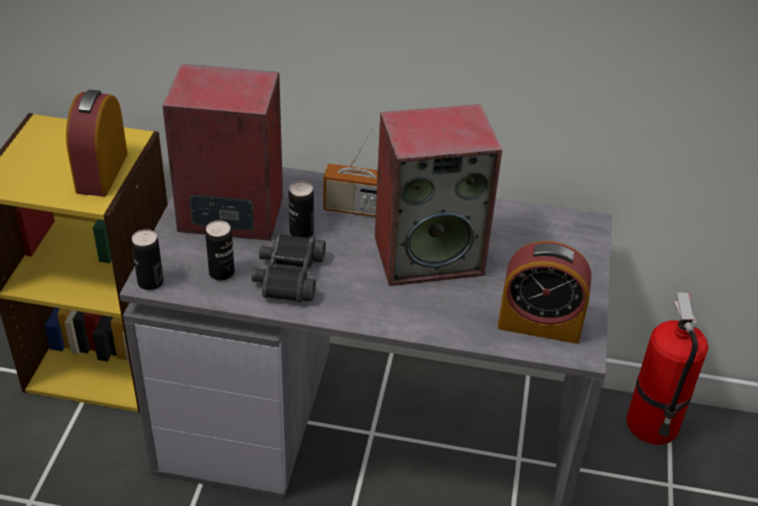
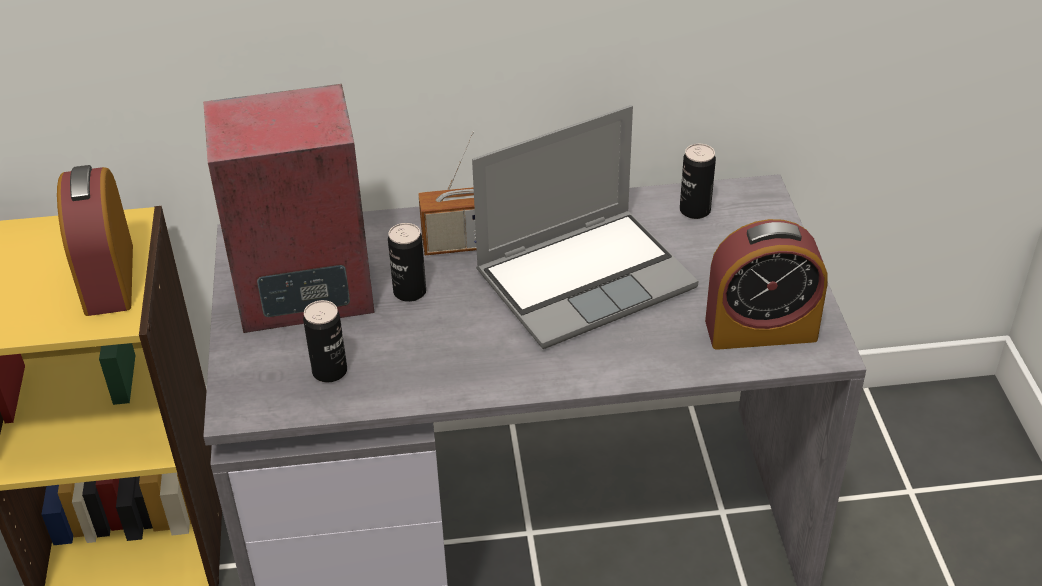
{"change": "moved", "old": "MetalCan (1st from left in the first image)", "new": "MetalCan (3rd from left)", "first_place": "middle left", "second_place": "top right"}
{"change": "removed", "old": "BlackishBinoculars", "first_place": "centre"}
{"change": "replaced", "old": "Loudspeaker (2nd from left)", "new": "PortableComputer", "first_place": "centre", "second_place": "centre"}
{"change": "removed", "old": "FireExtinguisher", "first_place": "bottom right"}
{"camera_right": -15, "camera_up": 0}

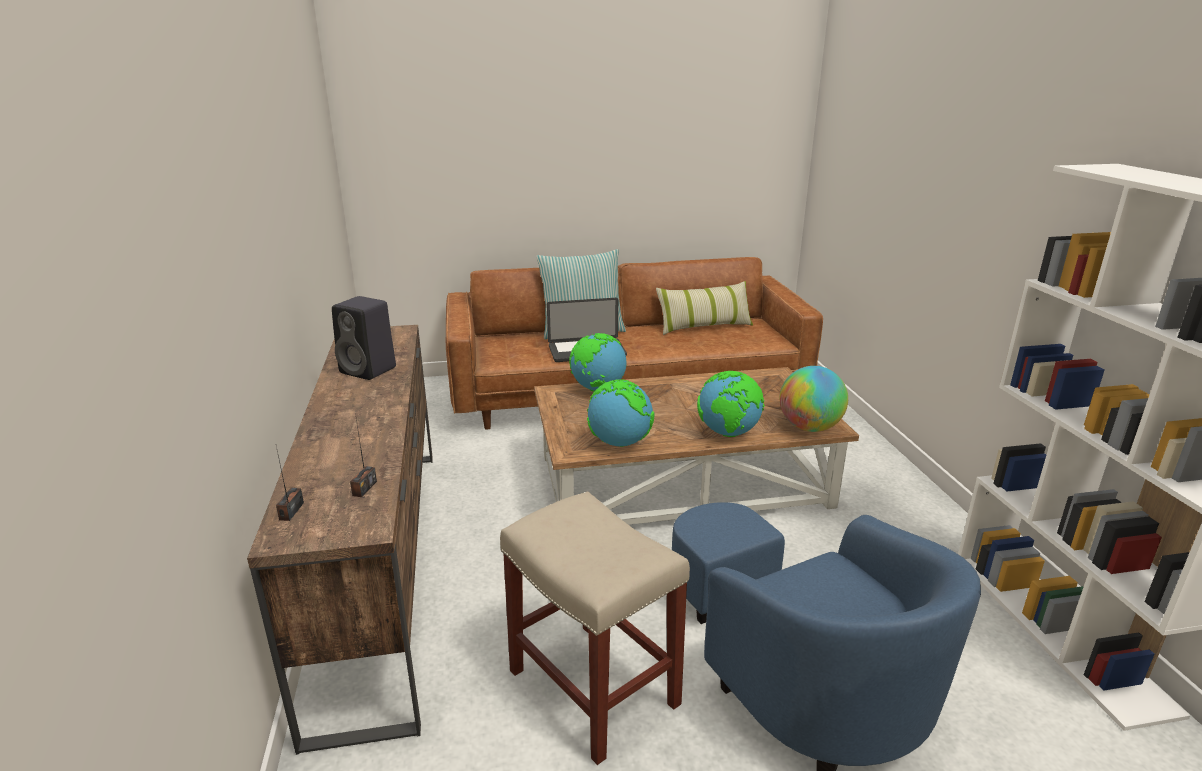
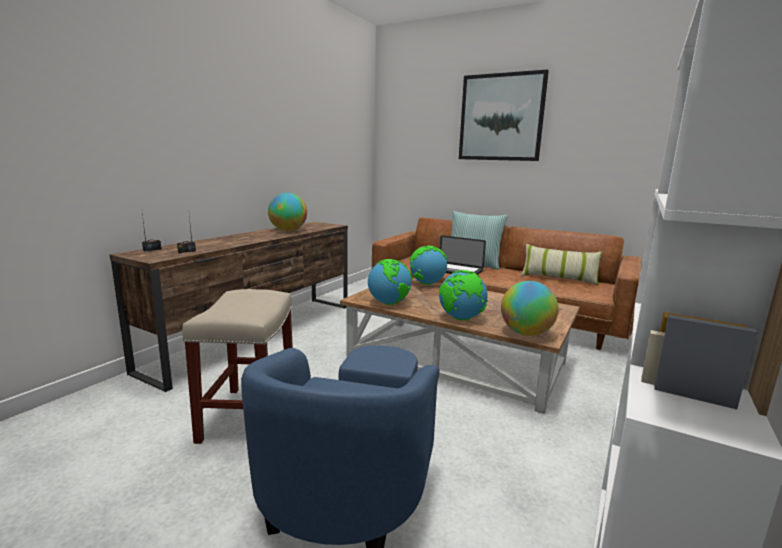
{"change": "replaced", "old": "BlackishLoudspeaker", "new": "WorldGlobe (1st from left)", "first_place": "middle left", "second_place": "centre"}
{"change": "added", "new": "Picture", "second_place": "top centre"}
{"camera_right": 40, "camera_up": -10}

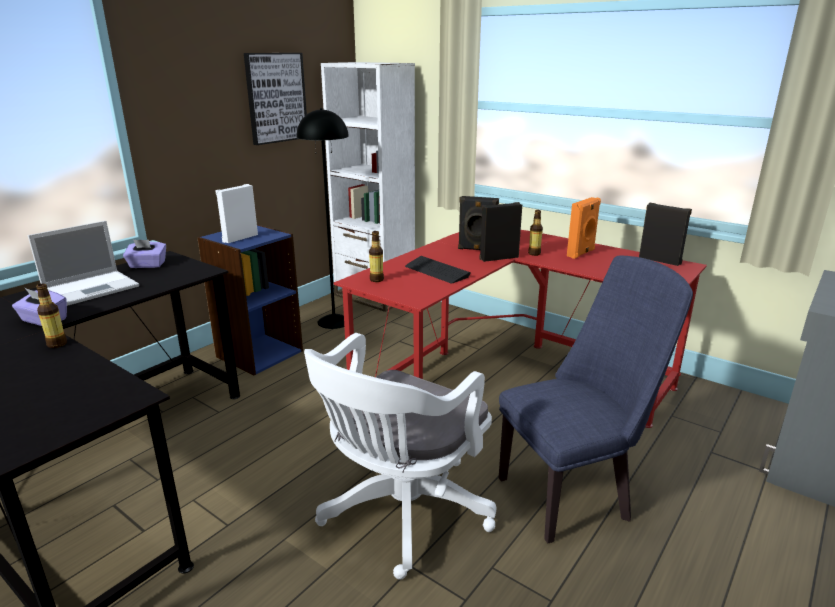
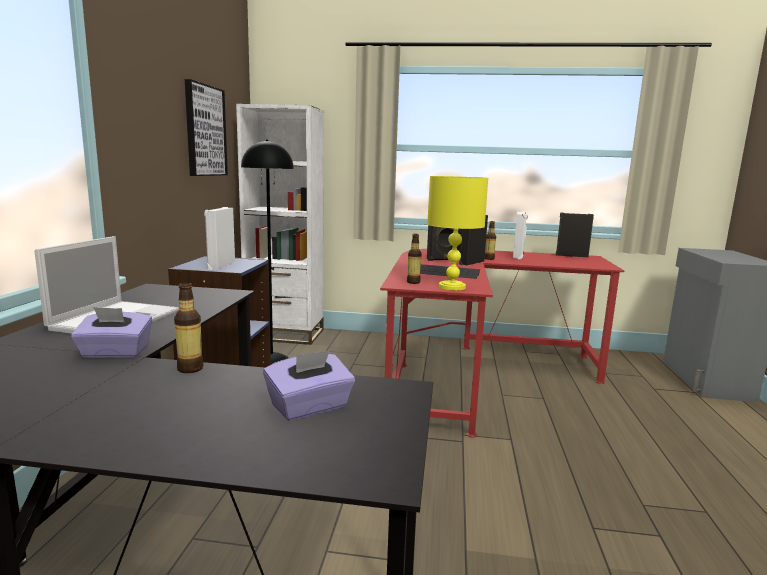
{"change": "moved", "old": "PurplishTissueBox (2nd from left)", "first_place": "middle left", "second_place": "bottom centre"}
{"change": "removed", "old": "WhiteColouredDeskChair", "first_place": "bottom centre"}
{"change": "removed", "old": "BluishPlainChair", "first_place": "middle right"}
{"change": "recoloured", "old": "OrangeyLoudspeaker", "new": "WhiteColouredLoudspeaker (2nd from left)", "first_place": "middle right", "second_place": "middle right"}
{"change": "added", "new": "YellowColouredTabletopLamp", "second_place": "centre"}
{"camera_right": -30, "camera_up": -10}

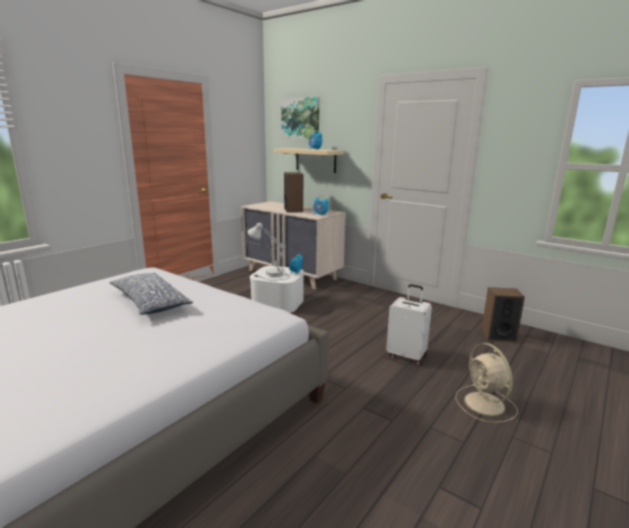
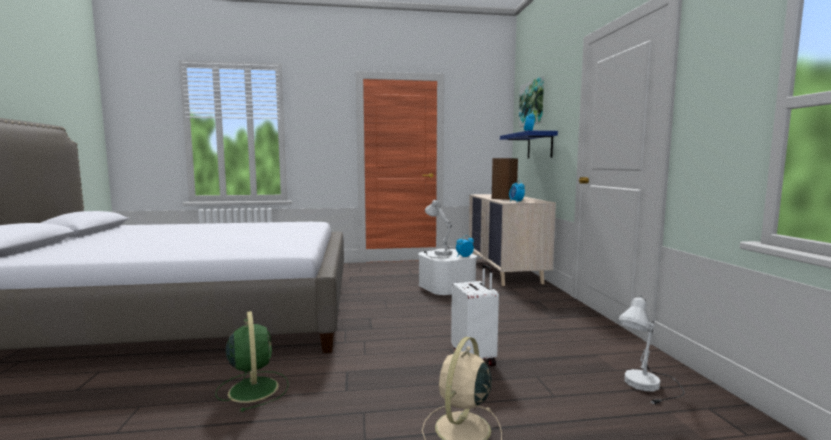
{"change": "removed", "old": "Pillow", "first_place": "middle left"}
{"change": "recoloured", "old": "BeigeWallShelf", "new": "BluishWallShelf", "first_place": "top centre", "second_place": "top centre"}
{"change": "replaced", "old": "Loudspeaker (2nd from left)", "new": "WhiteColouredTabletopLamp (2nd from left)", "first_place": "middle right", "second_place": "bottom right"}
{"change": "added", "new": "GreenColouredElectricFan", "second_place": "bottom left"}
{"camera_right": 45, "camera_up": -10}

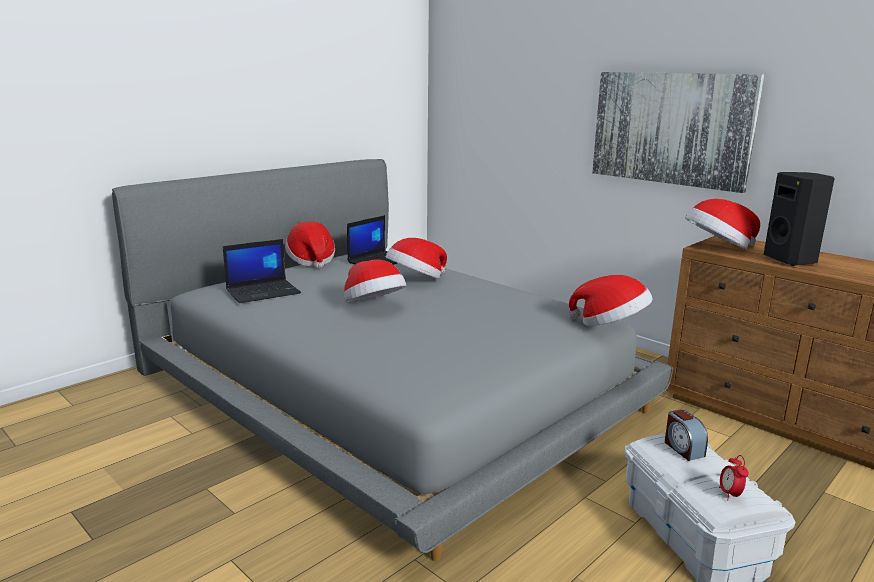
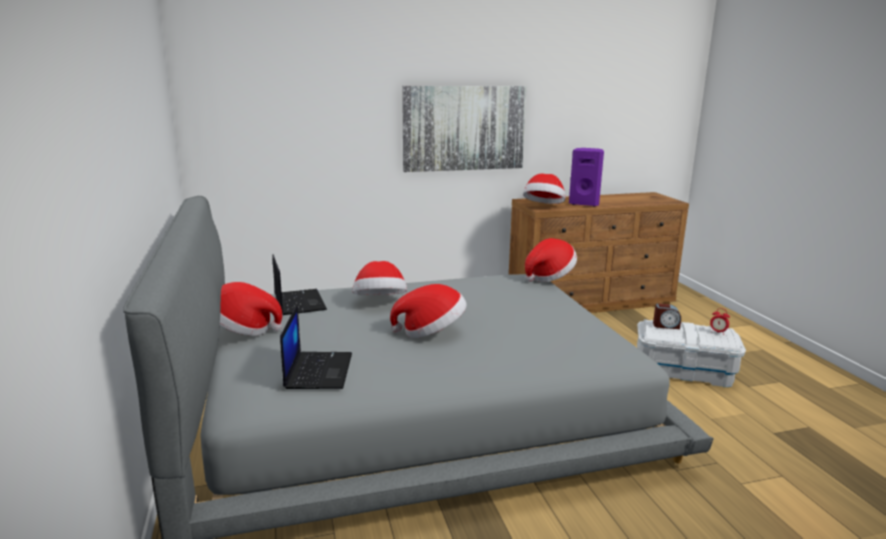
{"change": "recoloured", "old": "BlackishLoudspeaker", "new": "PurplishLoudspeaker", "first_place": "middle right", "second_place": "top centre"}
{"camera_right": -60, "camera_up": 0}

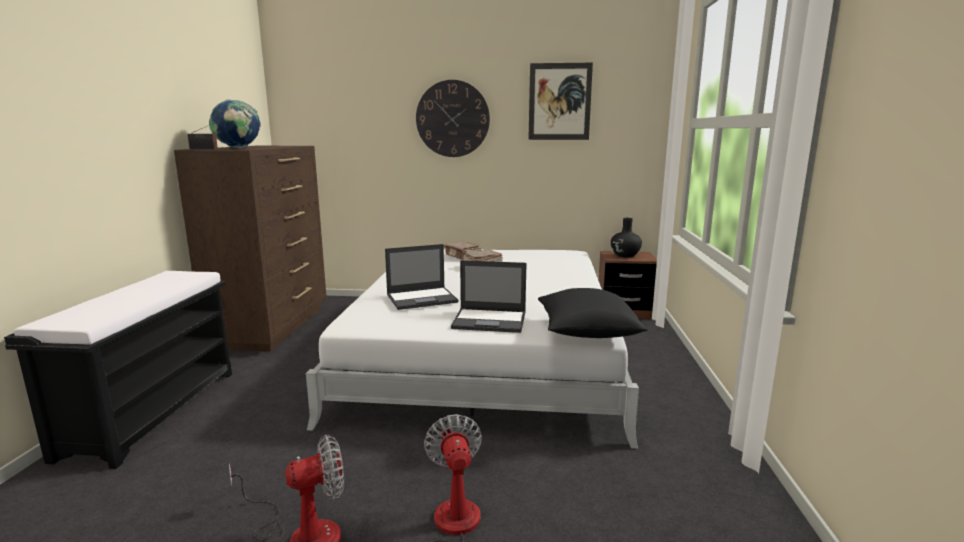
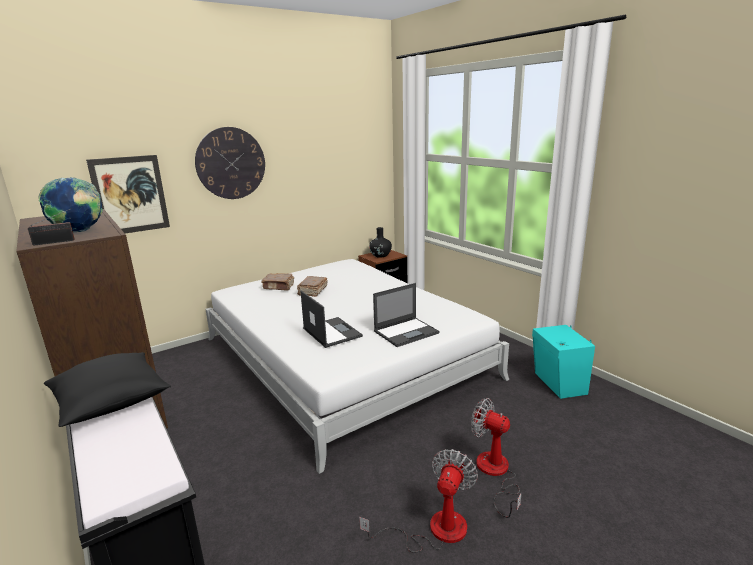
{"change": "turned", "old": "PortableComputer (1st from left)", "first_place": "centre", "second_place": "centre", "degrees": -60}
{"change": "moved", "old": "Picture", "first_place": "top centre", "second_place": "middle left"}
{"change": "moved", "old": "BlackishPillow", "first_place": "centre", "second_place": "bottom left"}
{"change": "added", "new": "TurquoiseLoudspeaker", "second_place": "middle right"}
{"camera_right": -40, "camera_up": 5}

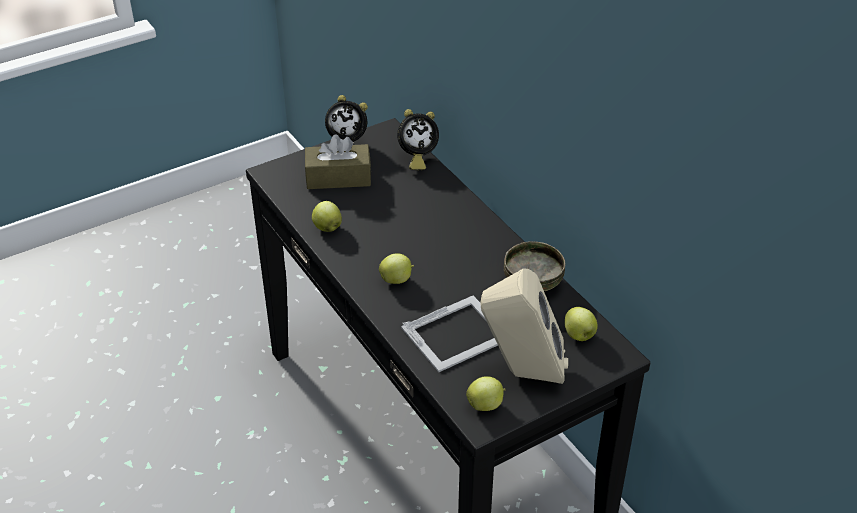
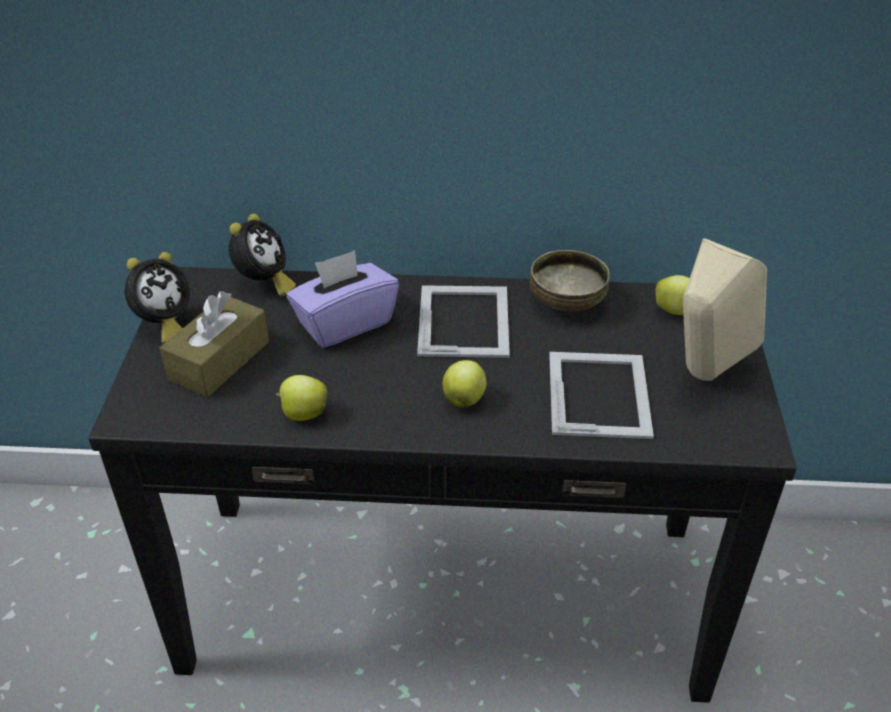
{"change": "removed", "old": "AppleFruit (3rd from left)", "first_place": "bottom centre"}
{"change": "added", "new": "PurplishTissueBox", "second_place": "centre"}
{"change": "added", "new": "StandingFrame (1st from left)", "second_place": "centre"}
{"camera_right": -55, "camera_up": 0}

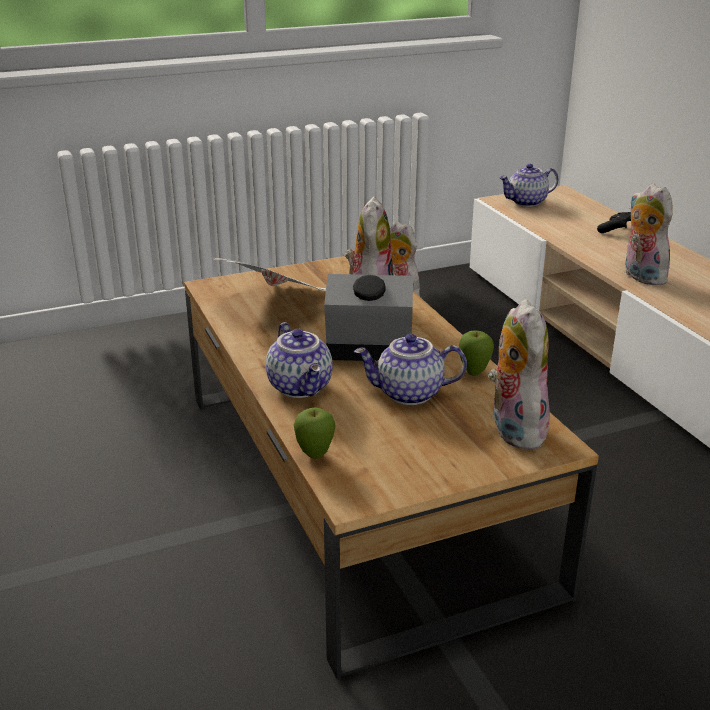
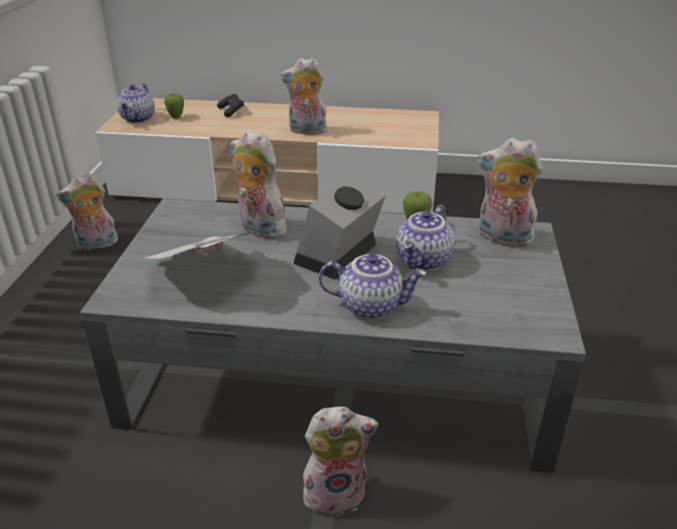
{"change": "recoloured", "old": "BrownColouredLoungeTable", "new": "GreyLoungeTable", "first_place": "centre", "second_place": "centre"}
{"change": "moved", "old": "AppleFruit (1st from left)", "first_place": "centre", "second_place": "top left"}
{"change": "added", "new": "CuddlyToy (4th from left)", "second_place": "bottom centre"}
{"camera_right": -60, "camera_up": 5}

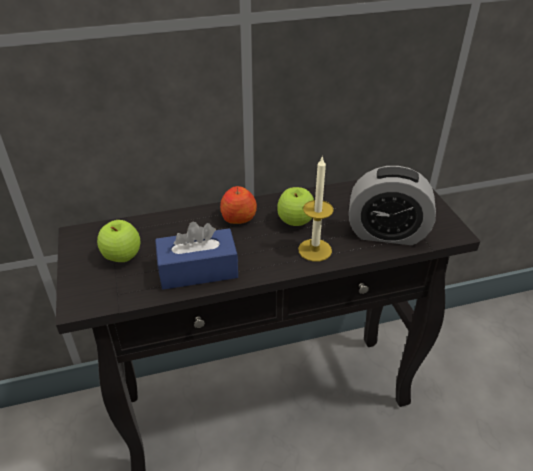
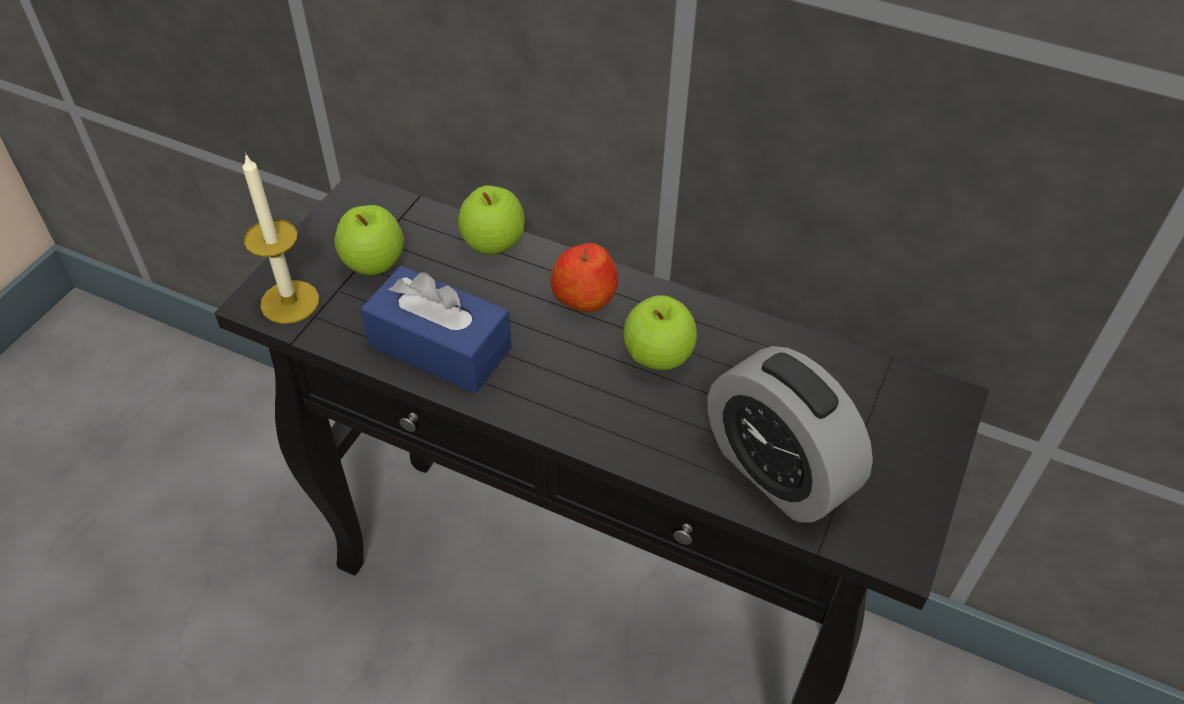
{"change": "moved", "old": "WaxLight", "first_place": "centre", "second_place": "middle left"}
{"change": "added", "new": "AppleFruit (2nd from left)", "second_place": "top centre"}
{"camera_right": 40, "camera_up": 10}

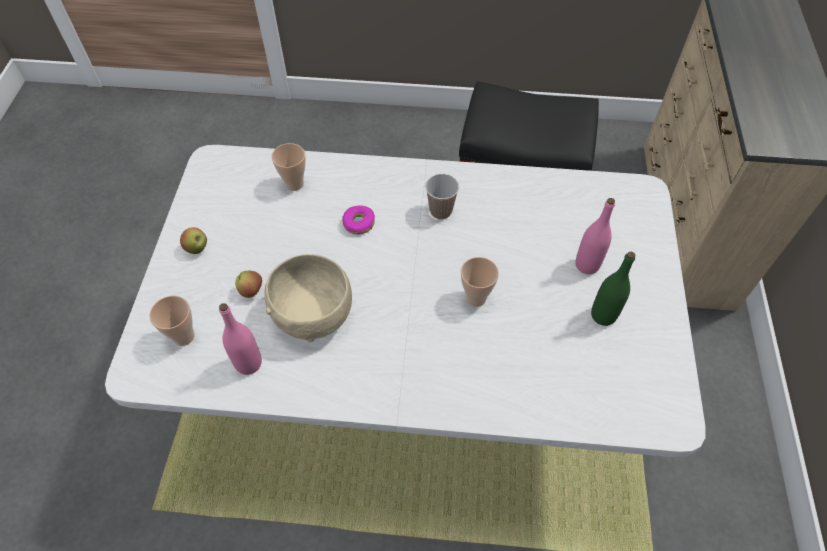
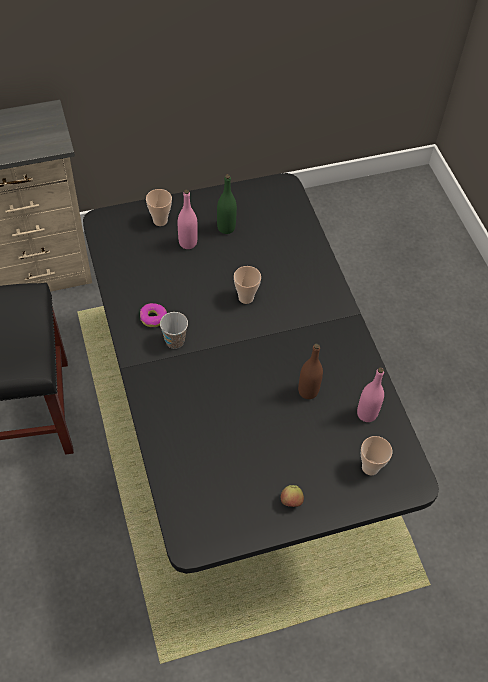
{"change": "recoloured", "old": "WhiteColouredDinnerTable", "new": "BlackishDinnerTable", "first_place": "centre", "second_place": "centre"}
{"change": "removed", "old": "AppleFruit (2nd from left)", "first_place": "middle left"}
{"change": "replaced", "old": "BeigeDeepDish", "new": "BrownColouredBottle", "first_place": "centre", "second_place": "centre"}
{"change": "moved", "old": "DrinkingCup (2nd from left in the first image)", "new": "DrinkingCup (1st from left)", "first_place": "top centre", "second_place": "top left"}
{"change": "moved", "old": "RingDoughnut", "first_place": "centre", "second_place": "middle left"}
{"camera_right": -115, "camera_up": 0}

